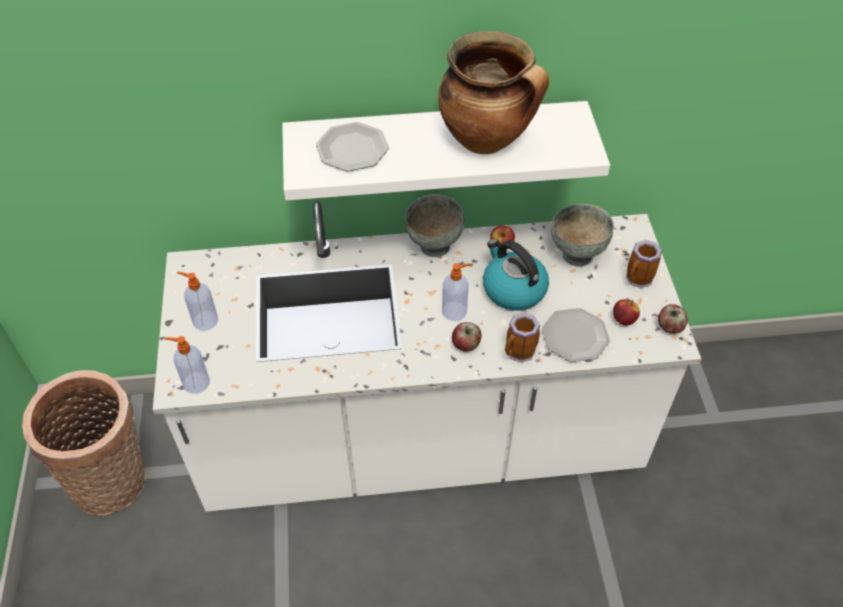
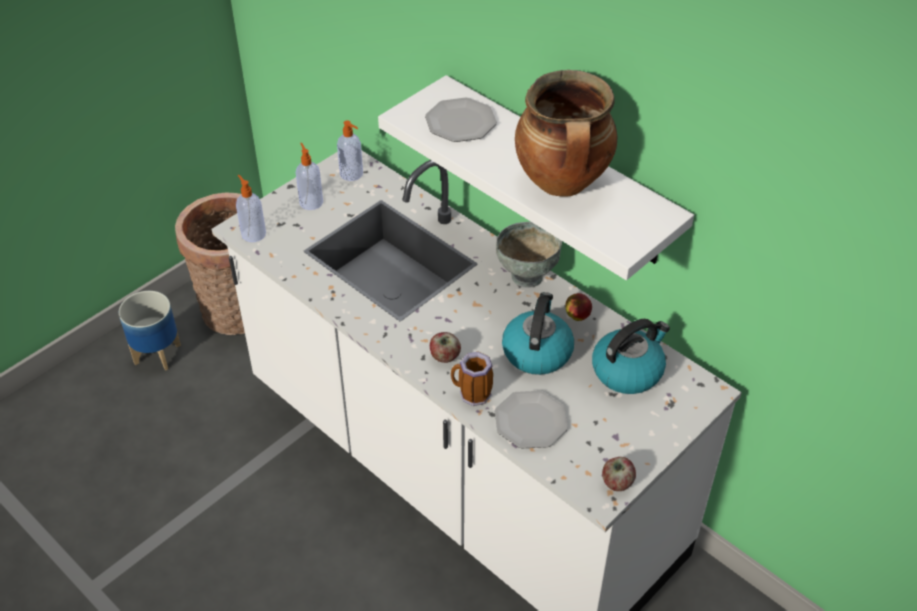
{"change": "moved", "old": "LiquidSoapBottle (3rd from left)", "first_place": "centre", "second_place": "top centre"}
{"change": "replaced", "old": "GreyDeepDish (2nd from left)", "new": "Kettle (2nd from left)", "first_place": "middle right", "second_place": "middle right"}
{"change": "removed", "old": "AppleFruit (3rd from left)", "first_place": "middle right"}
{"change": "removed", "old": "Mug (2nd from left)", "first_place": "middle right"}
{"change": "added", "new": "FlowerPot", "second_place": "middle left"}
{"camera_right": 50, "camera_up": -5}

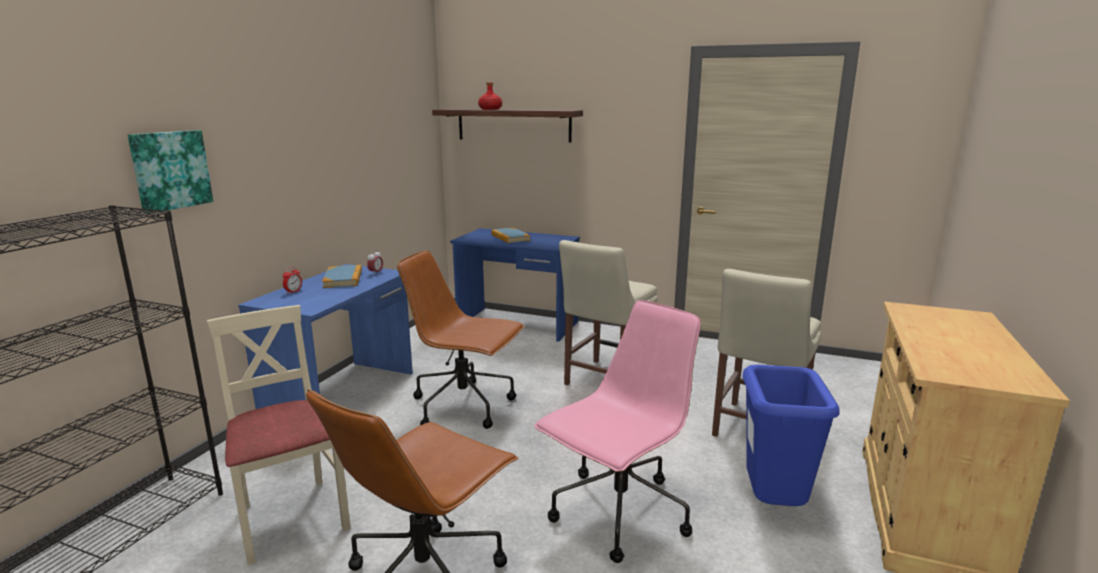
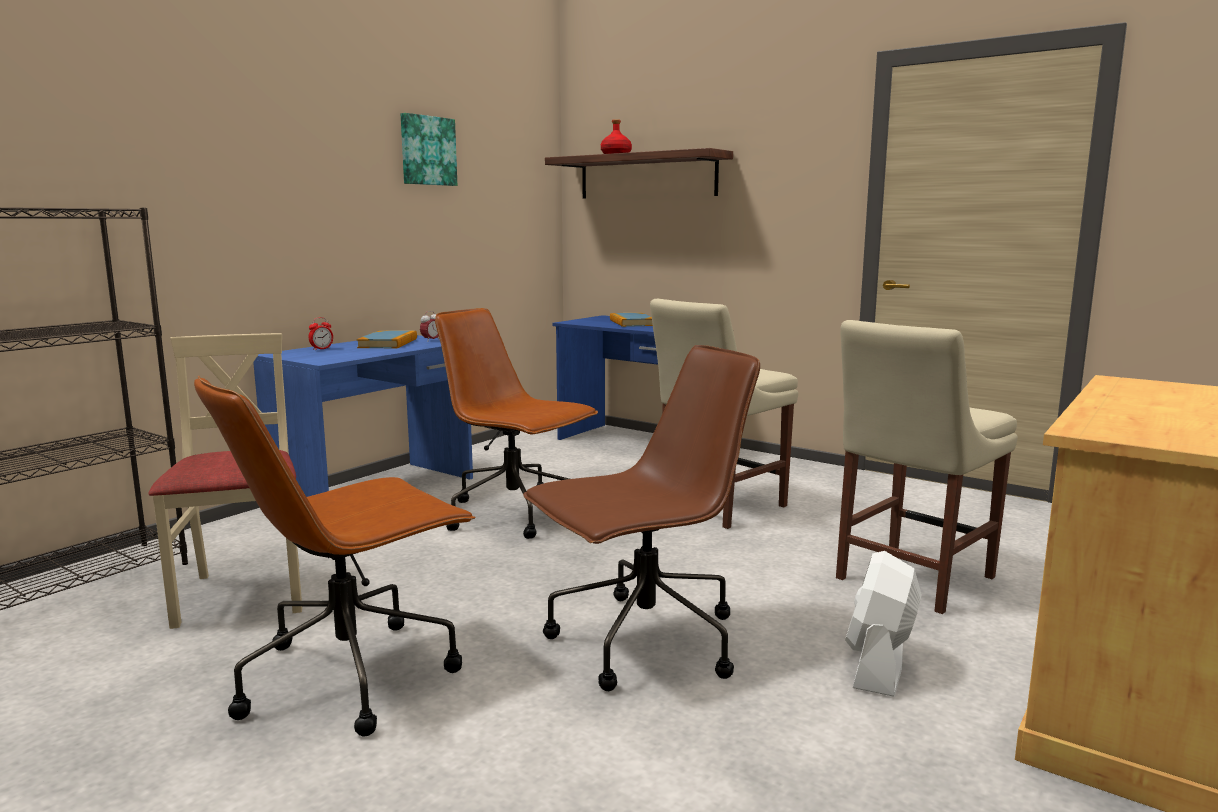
{"change": "moved", "old": "Picture", "first_place": "top left", "second_place": "top centre"}
{"change": "recoloured", "old": "PinkColouredDeskChair", "new": "BrownColouredDeskChair (3rd from left)", "first_place": "bottom centre", "second_place": "centre"}
{"change": "replaced", "old": "BluishRubbishBin", "new": "WhiteColouredElectricFan", "first_place": "bottom right", "second_place": "bottom right"}
{"camera_right": 15, "camera_up": -5}

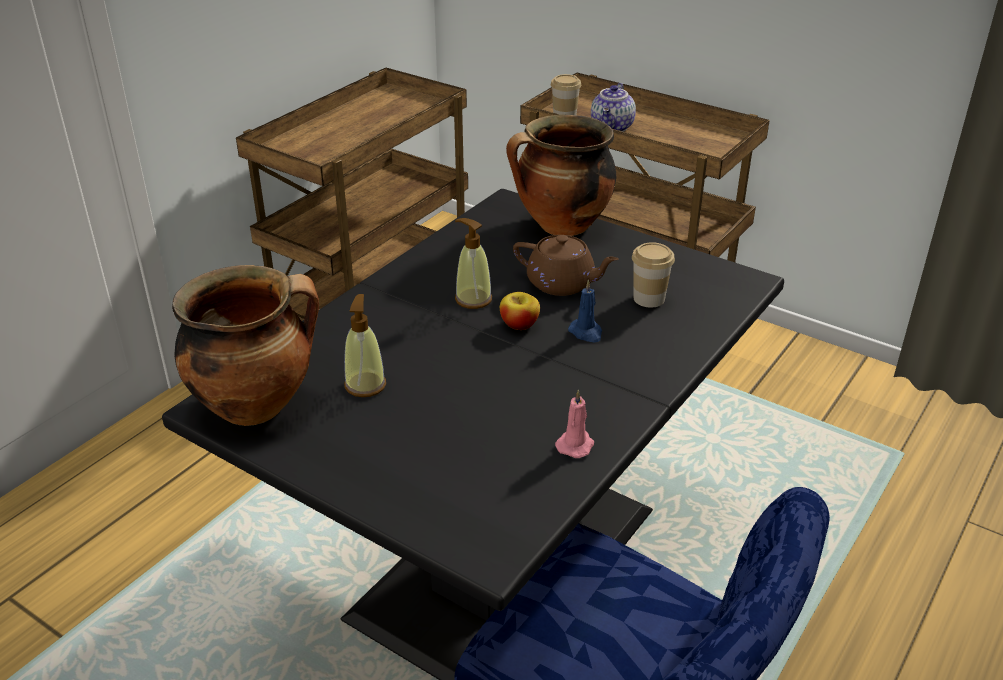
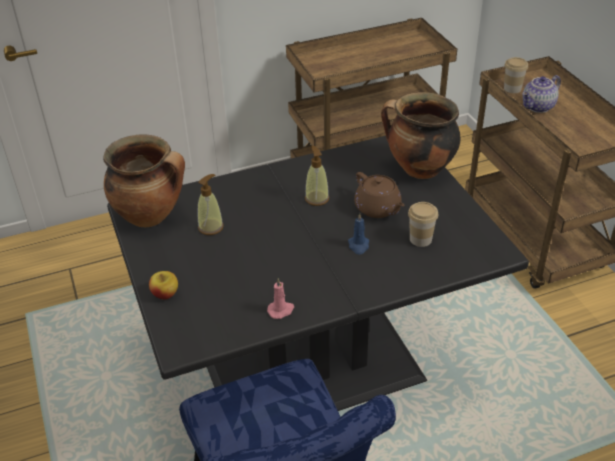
{"change": "moved", "old": "AppleFruit", "first_place": "centre", "second_place": "middle left"}
{"camera_right": 35, "camera_up": 5}

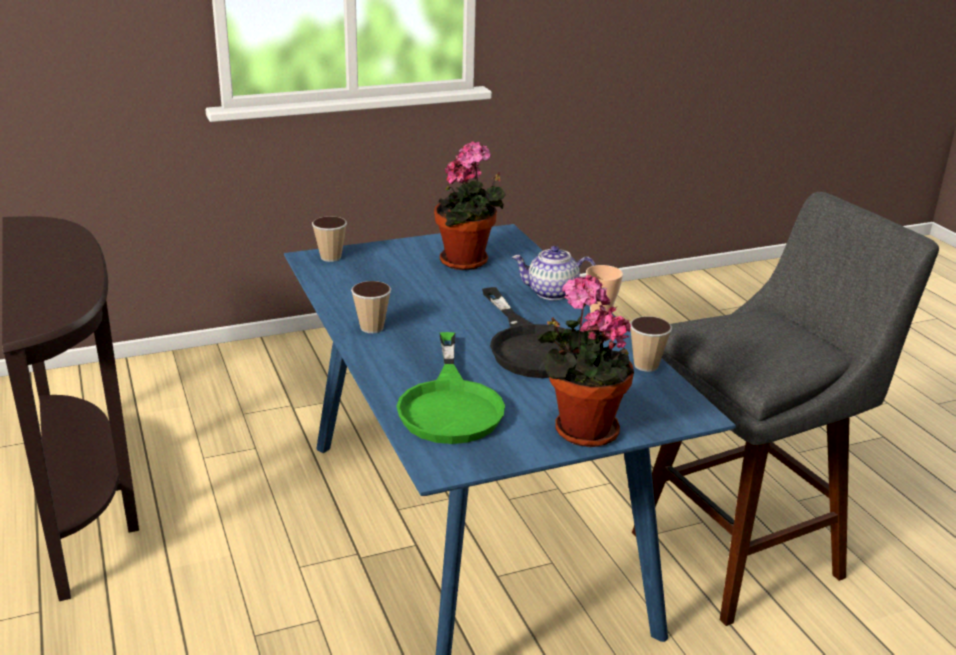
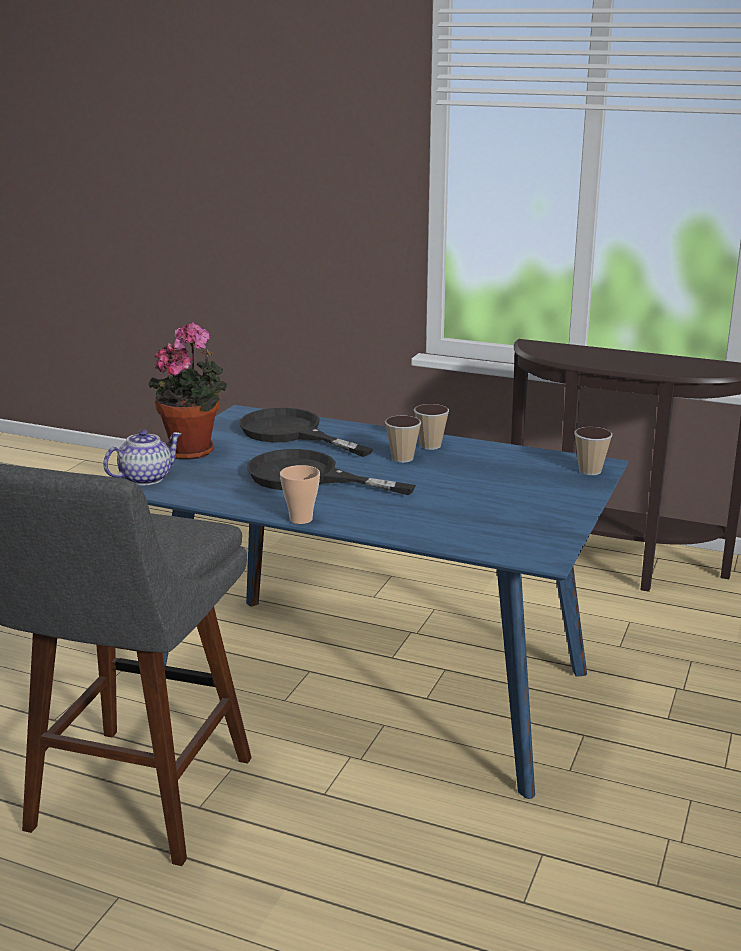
{"change": "recoloured", "old": "GreenColouredFryingPan", "new": "BlackishFryingPan (1st from left)", "first_place": "centre", "second_place": "centre"}
{"change": "removed", "old": "Houseplant (1st from left)", "first_place": "top centre"}
{"change": "moved", "old": "PotForTea", "first_place": "centre", "second_place": "middle left"}
{"change": "moved", "old": "DrinkingCup (4th from left in the first image)", "new": "DrinkingCup (2nd from left)", "first_place": "middle right", "second_place": "centre"}
{"camera_right": 135, "camera_up": -5}

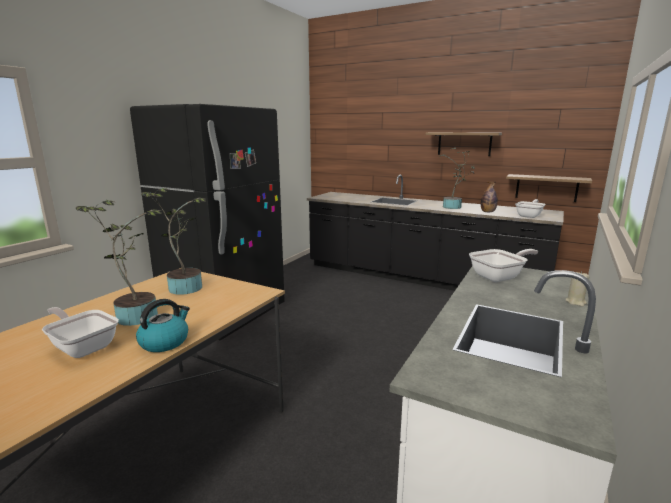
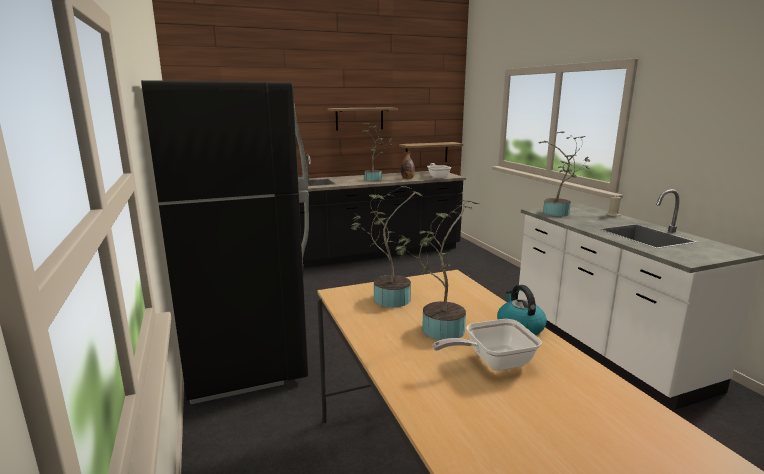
{"change": "replaced", "old": "FryingPan (2nd from left)", "new": "Houseplant (4th from left)", "first_place": "middle right", "second_place": "middle right"}
{"camera_right": -50, "camera_up": 0}

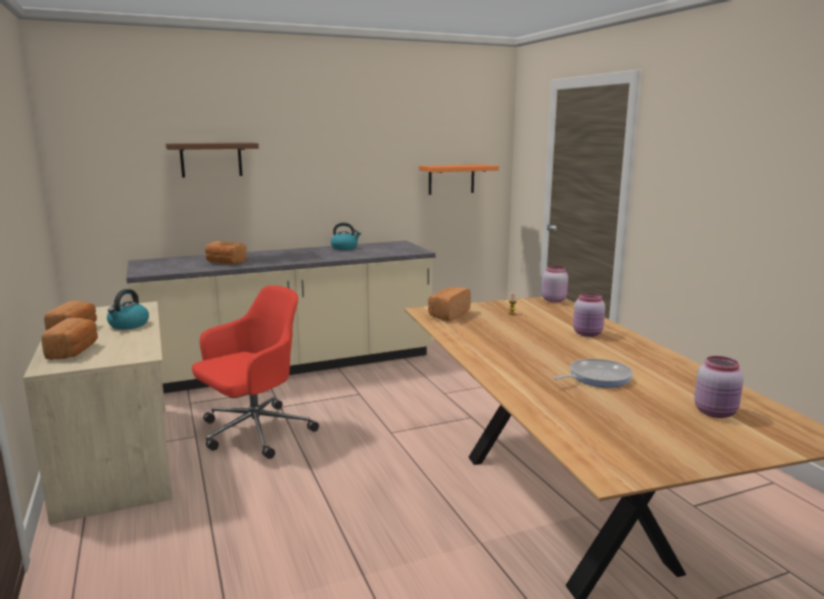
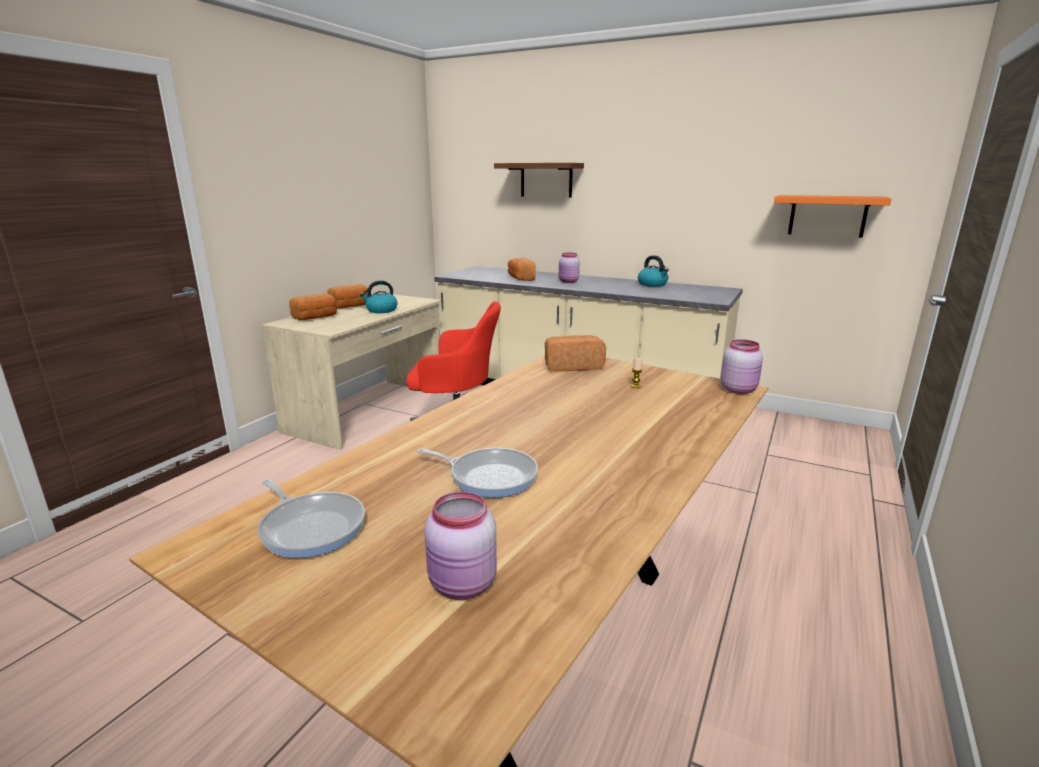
{"change": "moved", "old": "PinkColouredPreserveJar (2nd from left)", "first_place": "middle right", "second_place": "centre"}
{"change": "added", "new": "FryingPan (1st from left)", "second_place": "bottom left"}
{"camera_right": 50, "camera_up": 5}

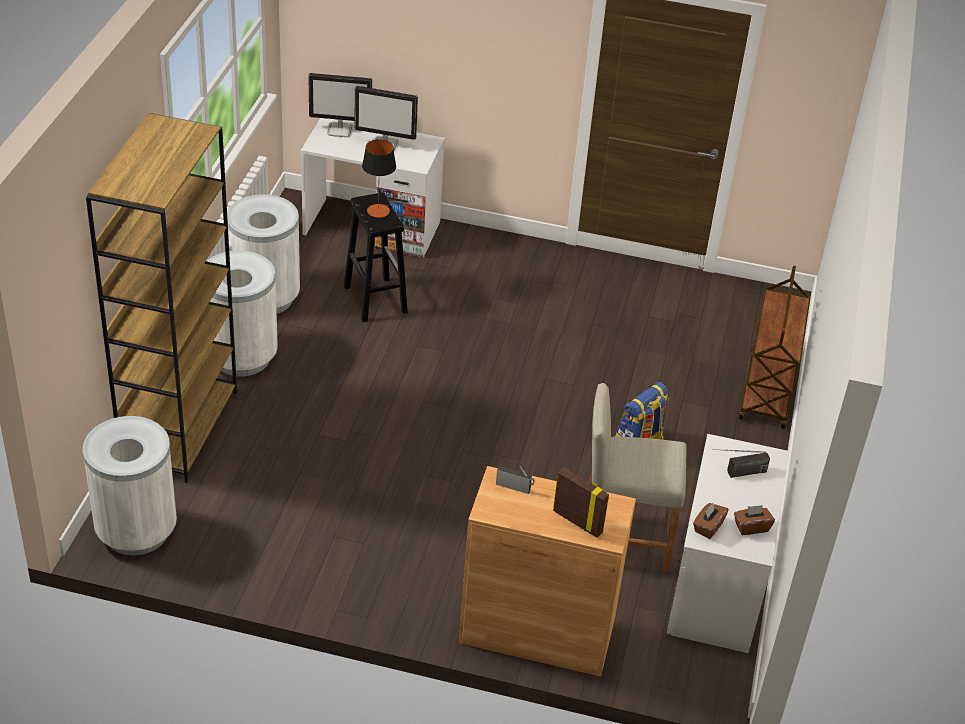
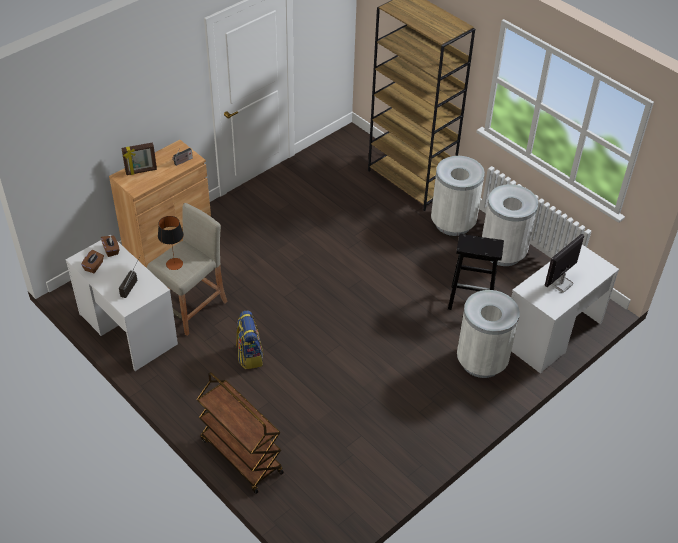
{"change": "moved", "old": "WhiteColouredRubbishBin (1st from left in the first image)", "new": "WhiteColouredRubbishBin (2nd from left)", "first_place": "bottom left", "second_place": "middle right"}
{"change": "removed", "old": "ComputerScreen (1st from left)", "first_place": "top centre"}
{"change": "moved", "old": "TabletopLamp", "first_place": "top centre", "second_place": "middle left"}
{"camera_right": 125, "camera_up": 5}

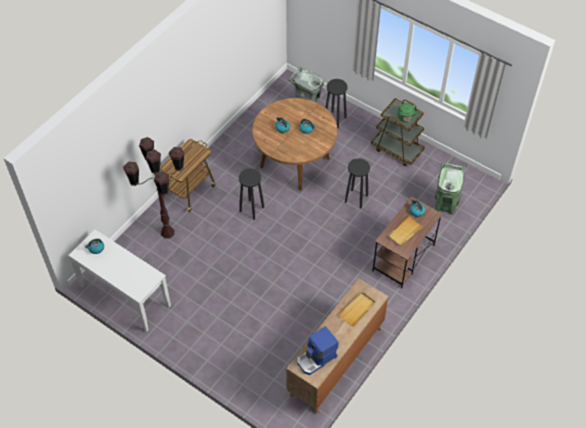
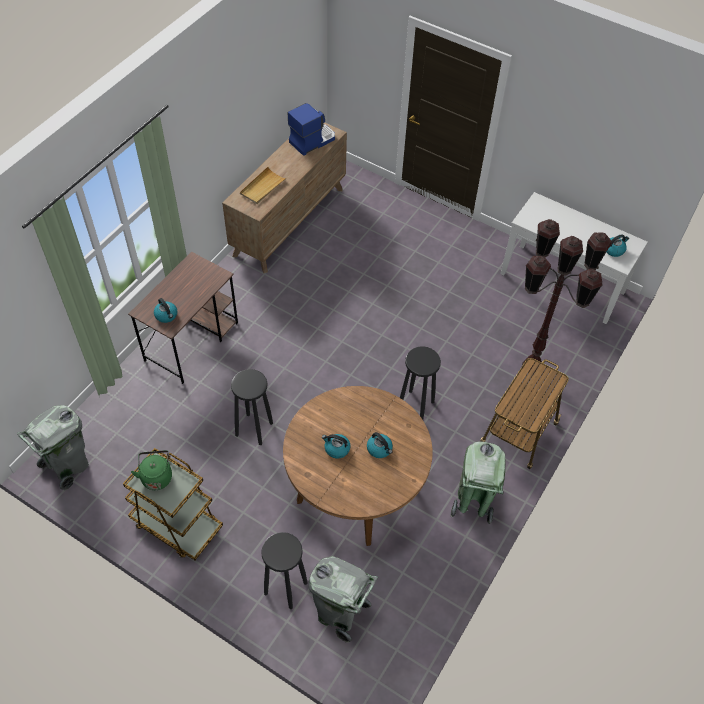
{"change": "removed", "old": "BeigeServingTray (2nd from left)", "first_place": "middle right"}
{"change": "moved", "old": "GreenColouredRubbishBin", "first_place": "middle right", "second_place": "bottom right"}
{"change": "added", "new": "GreyRubbishBin (1st from left)", "second_place": "middle left"}
{"camera_right": 175, "camera_up": 0}

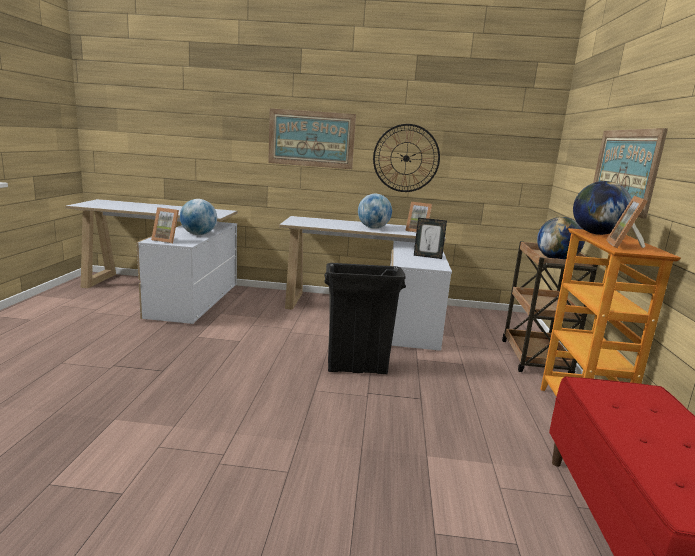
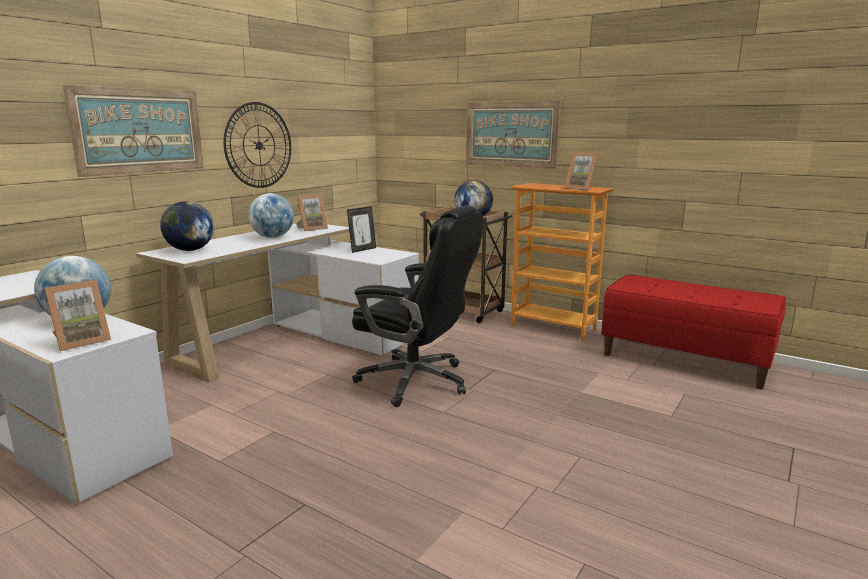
{"change": "replaced", "old": "BlackishRubbishBin", "new": "BlackishDeskChair", "first_place": "centre", "second_place": "centre"}
{"change": "moved", "old": "WorldGlobe (4th from left in the first image)", "new": "WorldGlobe (2nd from left)", "first_place": "middle right", "second_place": "middle left"}
{"camera_right": -60, "camera_up": 0}

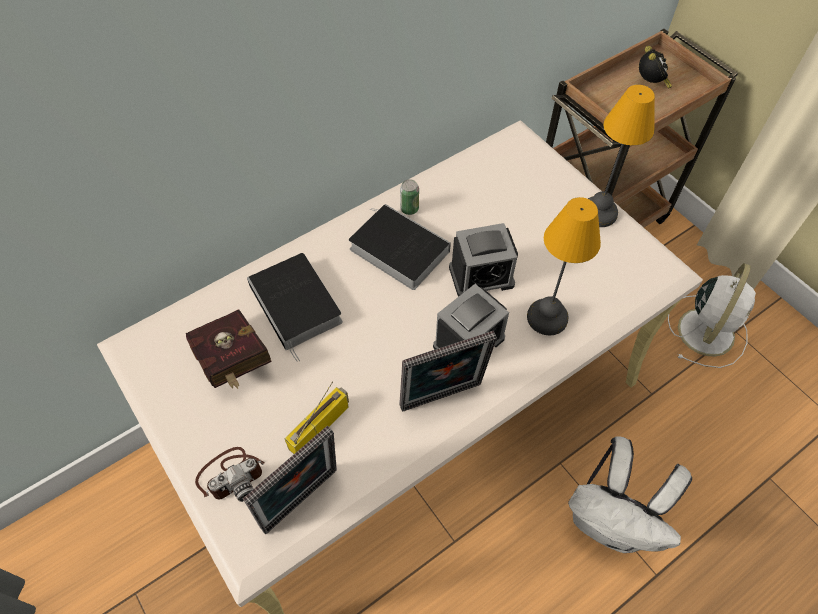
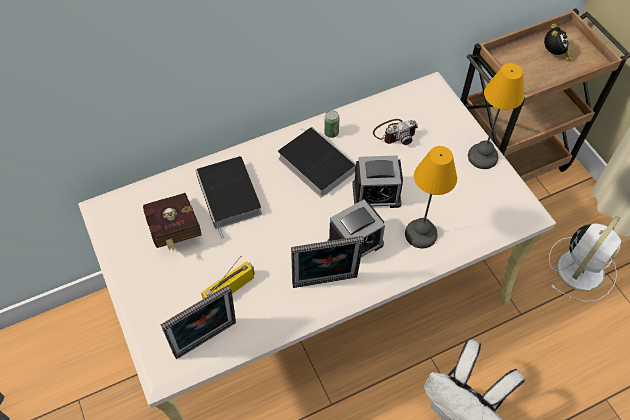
{"change": "moved", "old": "StillCamera", "first_place": "bottom left", "second_place": "top centre"}
{"camera_right": 10, "camera_up": 0}

